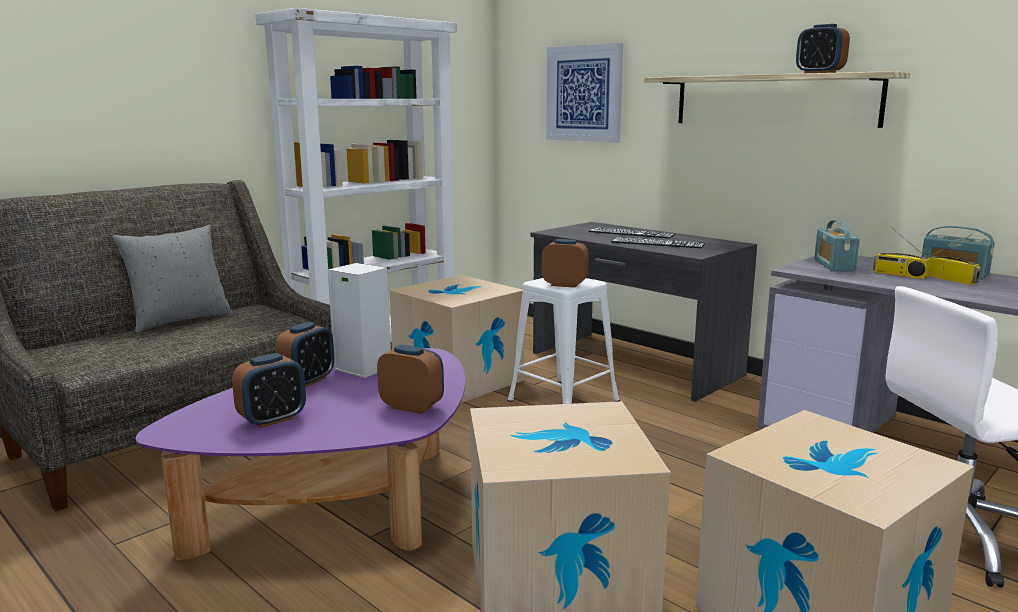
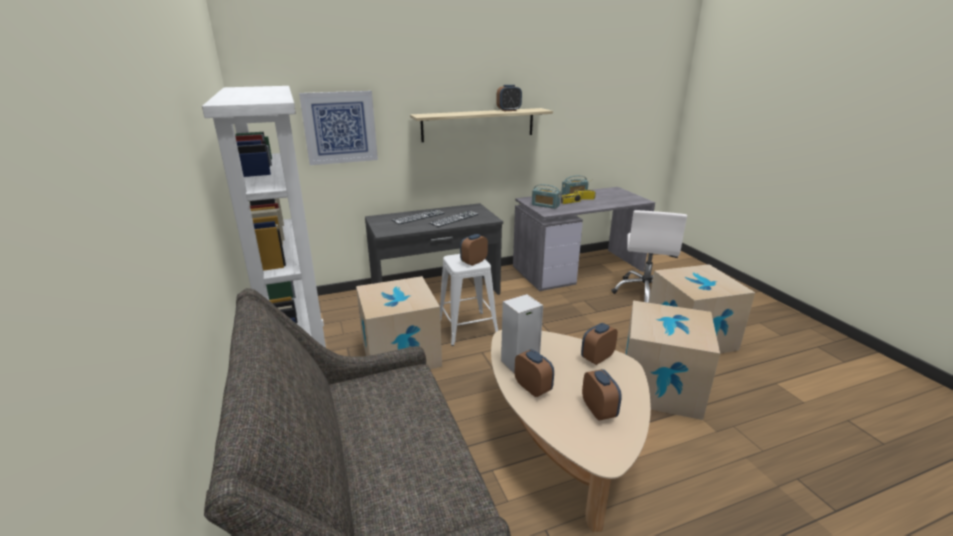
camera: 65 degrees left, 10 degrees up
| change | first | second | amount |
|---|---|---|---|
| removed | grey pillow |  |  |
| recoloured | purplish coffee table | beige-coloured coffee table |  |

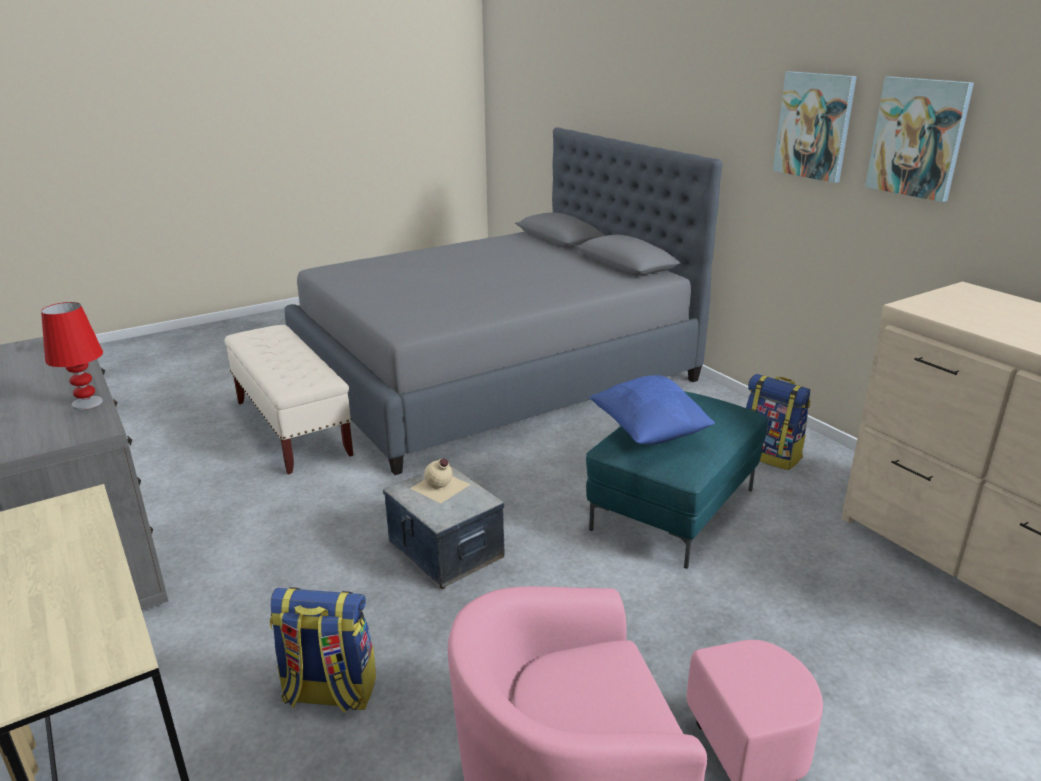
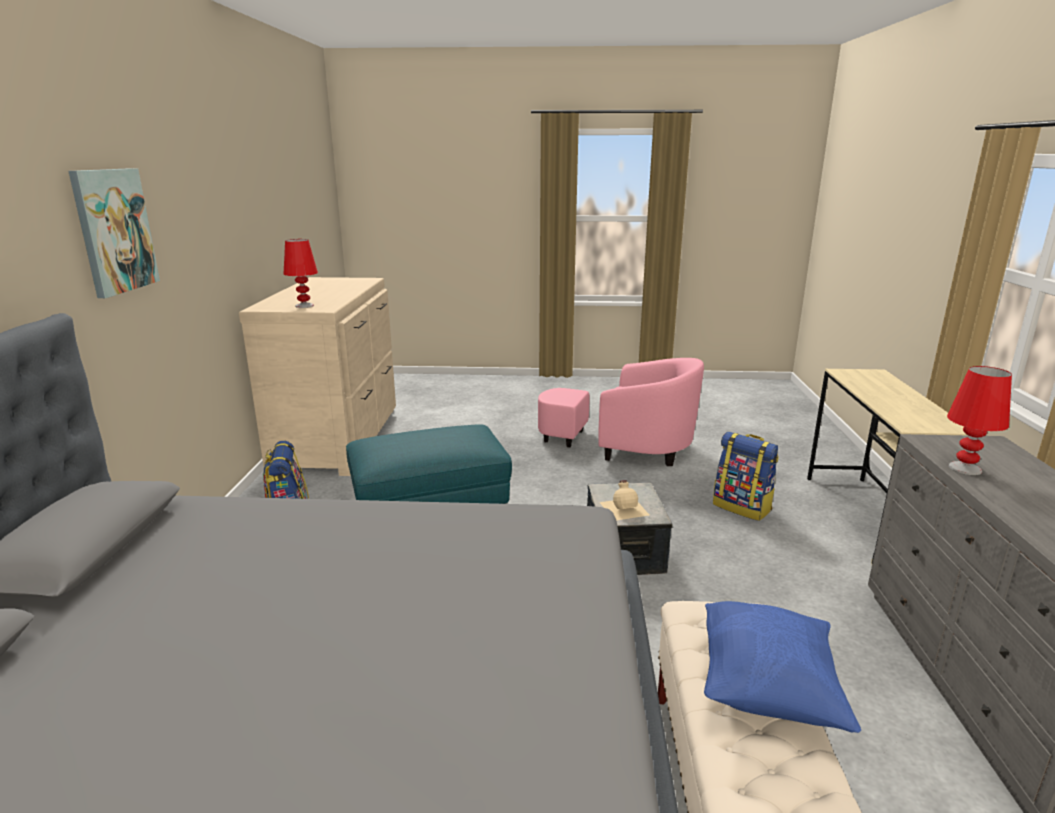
camera: 145 degrees left, 5 degrees down
| change | first | second | amount |
|---|---|---|---|
| moved | blue-coloured pillow |  |  |
| removed | picture (2nd from left) |  |  |
| added |  | reddish tabletop lamp (1st from left) |  |

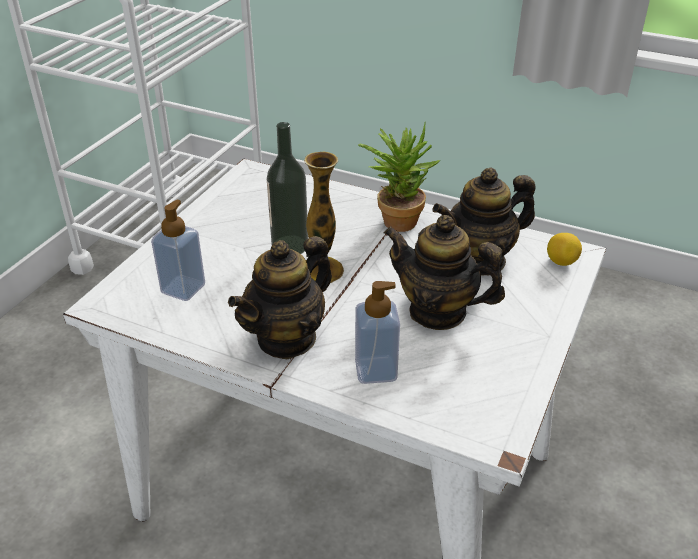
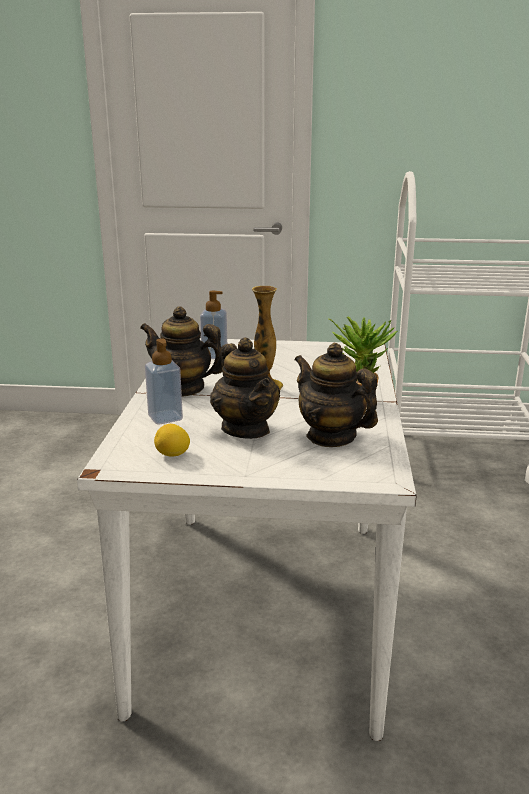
camera: 70 degrees right, 15 degrees down
| change | first | second | amount |
|---|---|---|---|
| removed | beverage bottle |  |  |
| turned | teapot (2nd from left) |  | 150 degrees clockwise |
| moved | lemon |  |  |

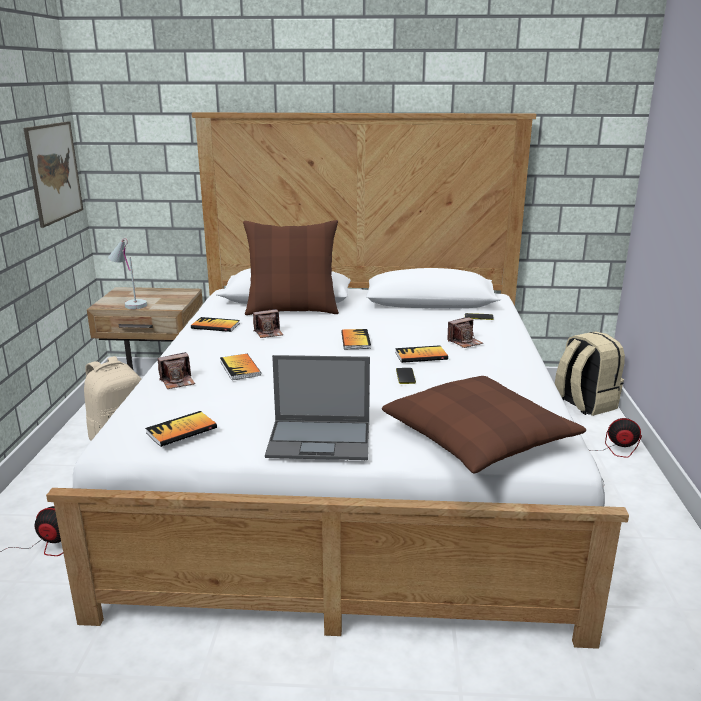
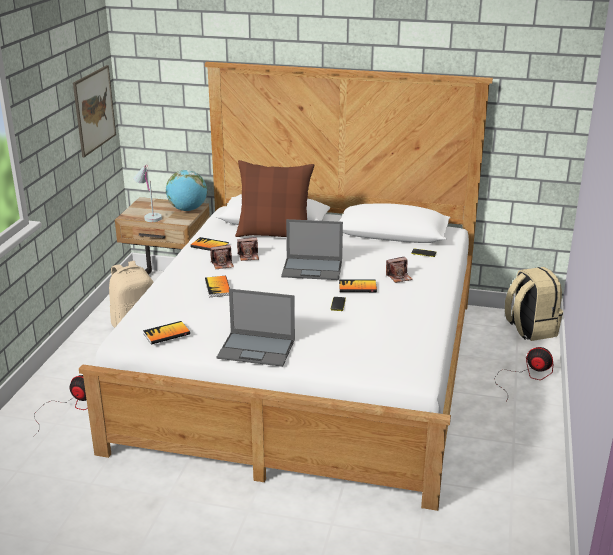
camera: 10 degrees right, 5 degrees up
| change | first | second | amount |
|---|---|---|---|
| moved | photo camera (1st from left) |  |  |
| replaced | bound book (4th from left) | notebook computer (2nd from left) |  |
| removed | brownish pillow (2nd from left) |  |  |
| added |  | desk globe |  |

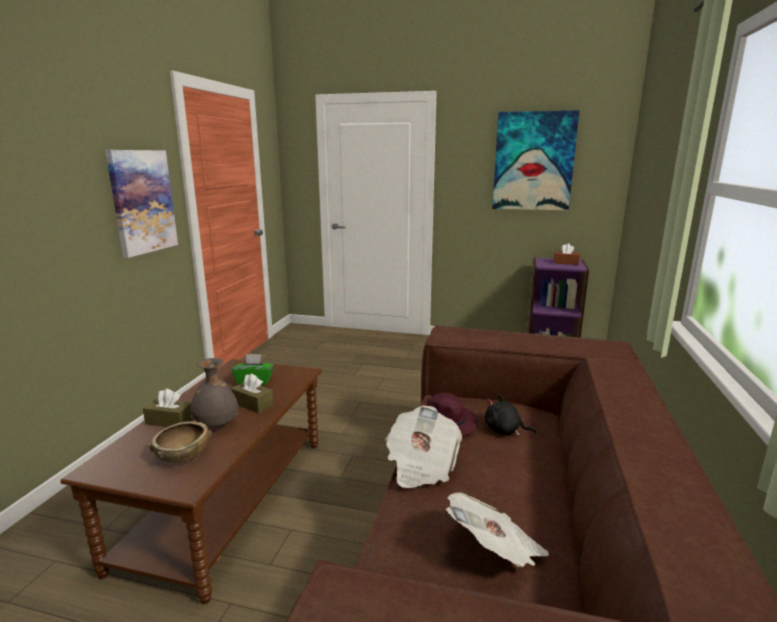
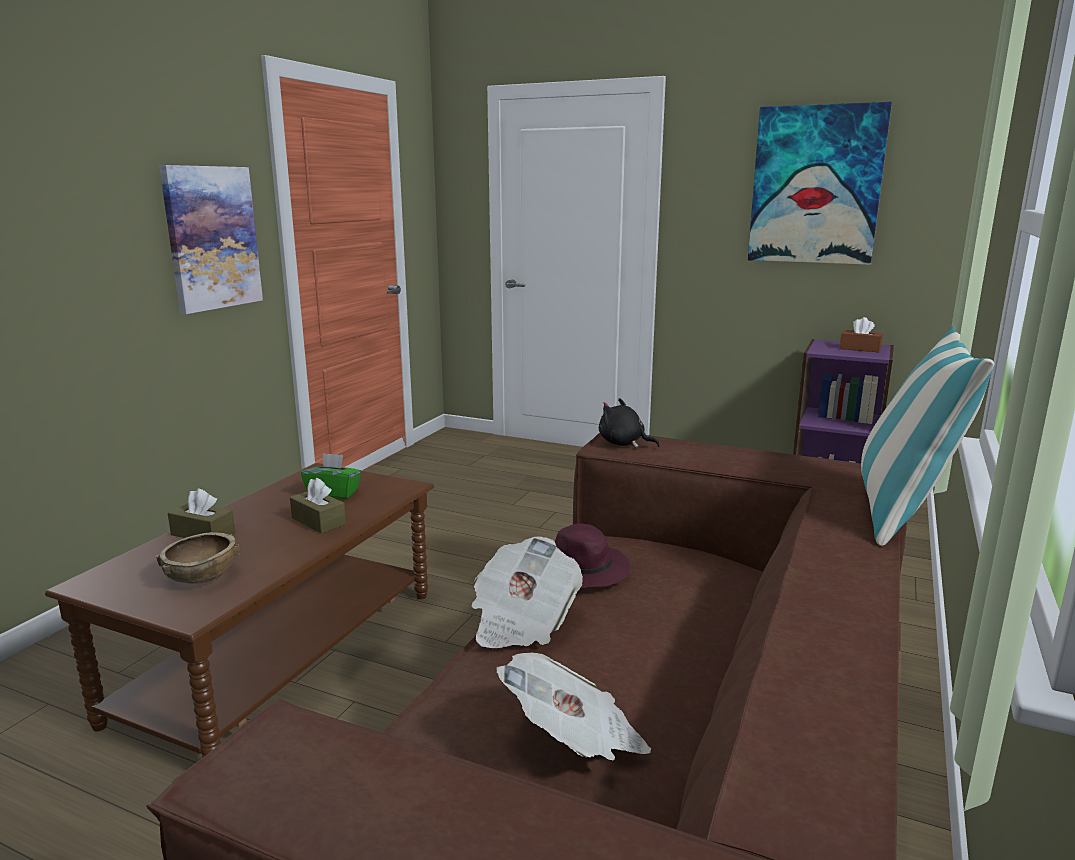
camera: 10 degrees right, 0 degrees up
| change | first | second | amount |
|---|---|---|---|
| removed | grey decorative vase |  |  |
| moved | black soft toy |  |  |
| added |  | pillow |  |

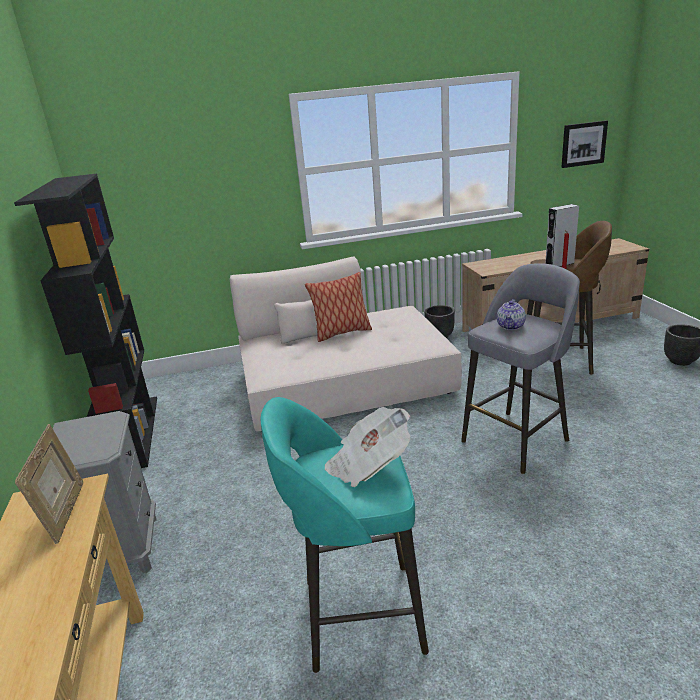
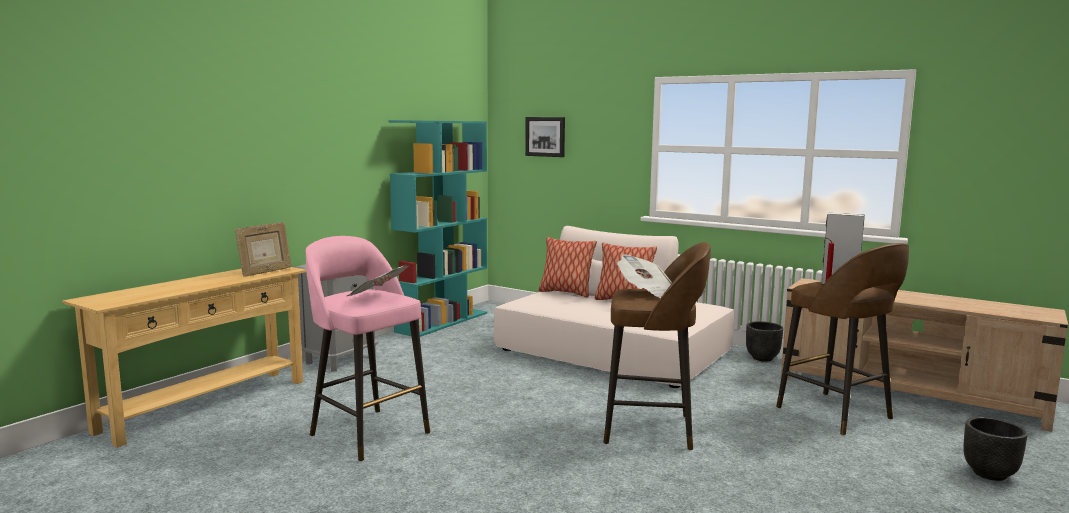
camera: 45 degrees right, 15 degrees down
| change | first | second | amount |
|---|---|---|---|
| recoloured | black bookcase | turquoise-coloured bookcase |  |
| recoloured | turquoise-coloured sitting stool | pink sitting stool |  |
| recoloured | grey sitting stool | brownish sitting stool (1st from left) |  |
| replaced | teapot | printed paper (2nd from left) |  |
| moved | picture |  |  |
| added |  | pillow (1st from left) |  |

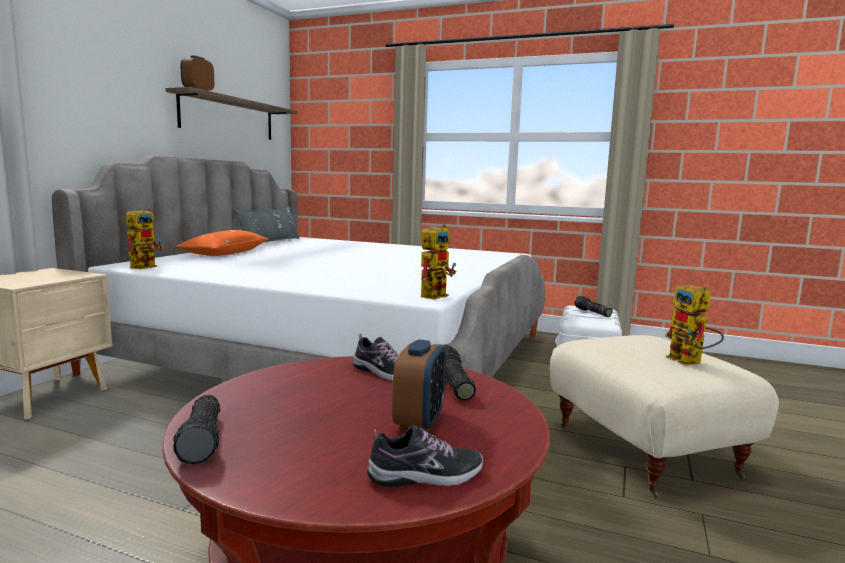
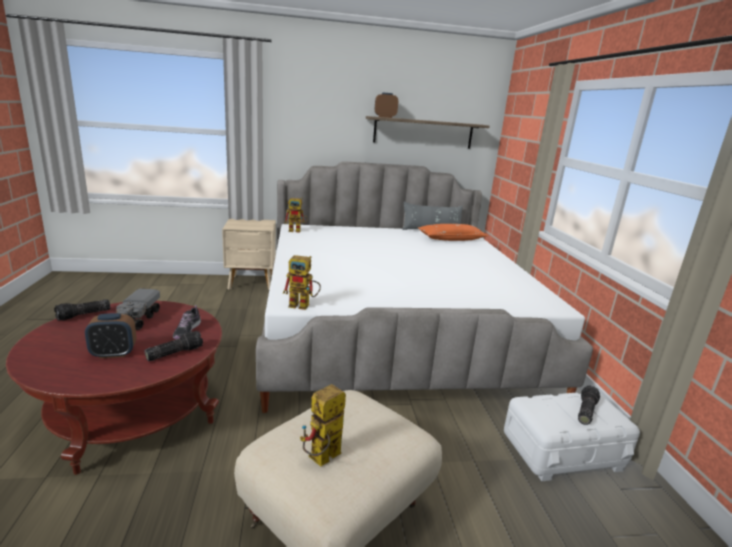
camera: 60 degrees right, 10 degrees up
| change | first | second | amount |
|---|---|---|---|
| moved | orangey pillow |  |  |
| removed | item of footwear (2nd from left) |  |  |
| added |  | model truck |  |

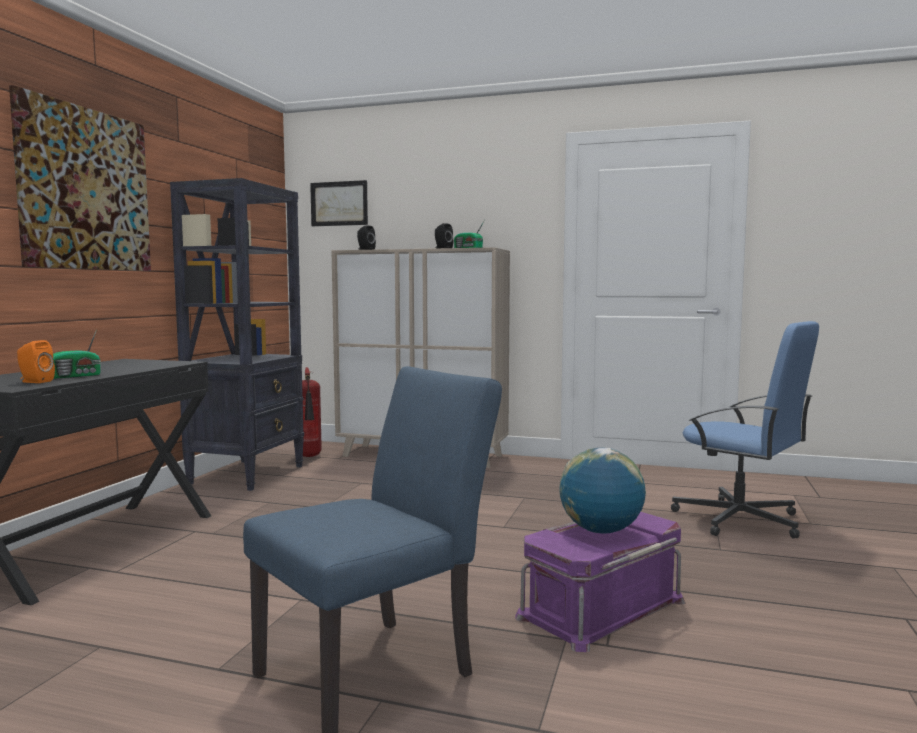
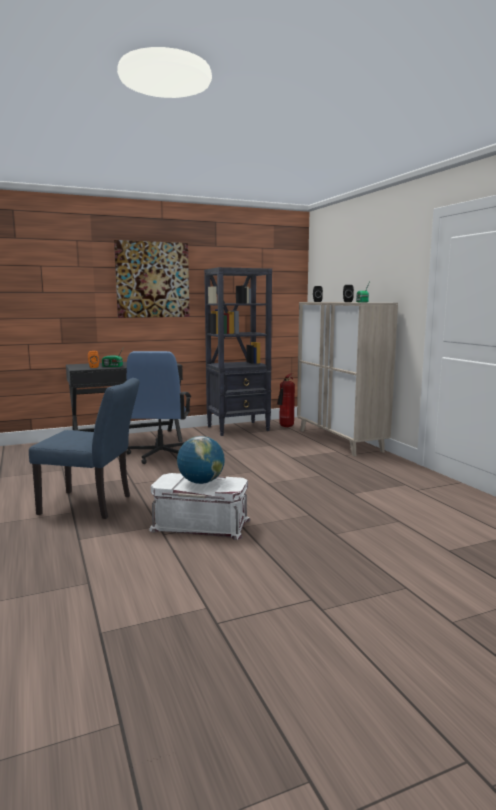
camera: 50 degrees right, 5 degrees up
| change | first | second | amount |
|---|---|---|---|
| removed | picture (2nd from left) |  |  |
| recoloured | purplish storage bin | white-coloured storage bin |  |
| moved | blue-coloured computer chair |  |  |

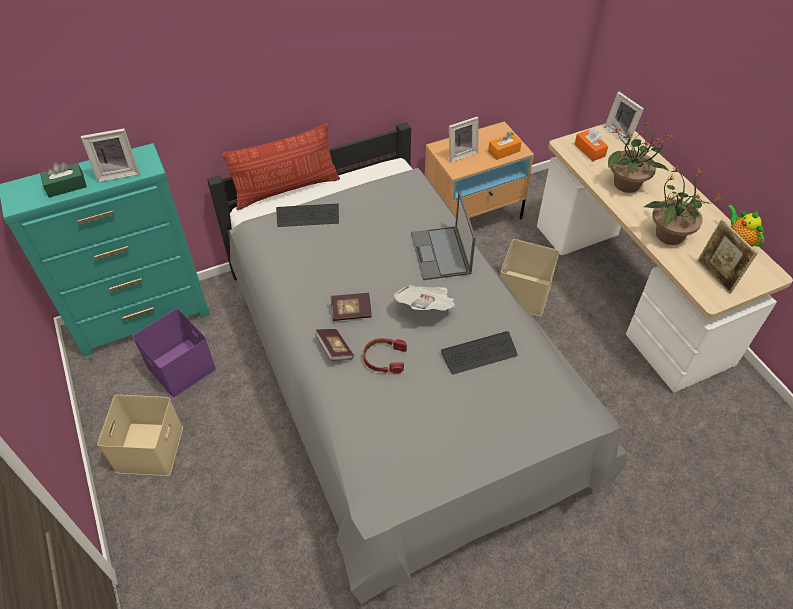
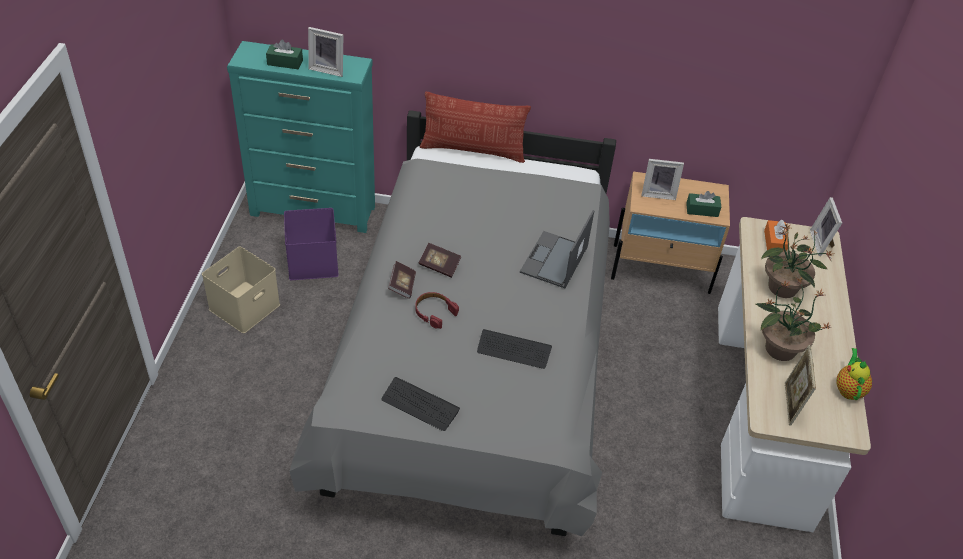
camera: 30 degrees right, 5 degrees down
| change | first | second | amount |
|---|---|---|---|
| moved | PC keyboard (1st from left) |  |  |
| removed | printed paper |  |  |
| recoloured | orangey box of tissues (1st from left) | greenish box of tissues (2nd from left) |  |
| removed | beige-coloured storage bin (2nd from left) |  |  |

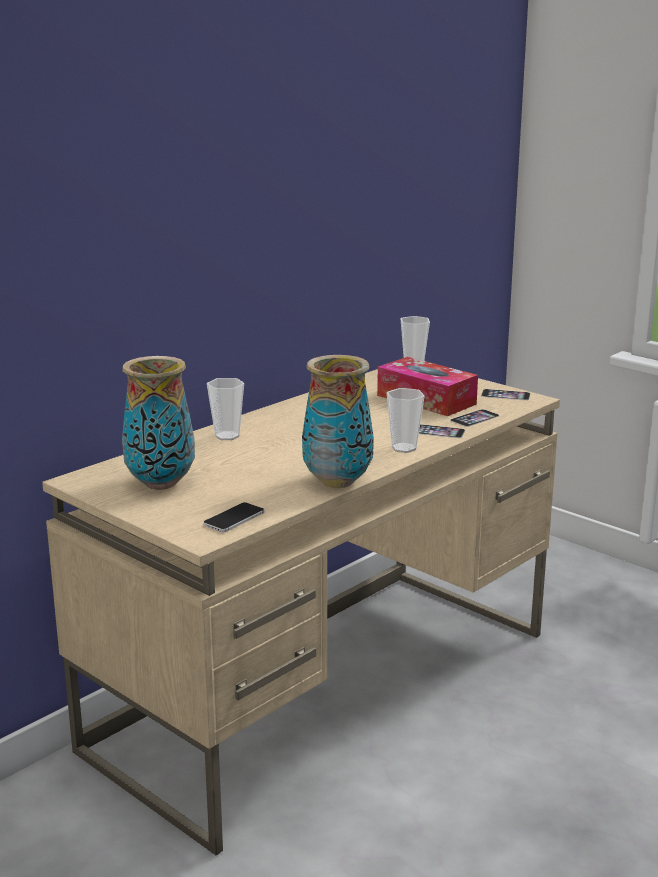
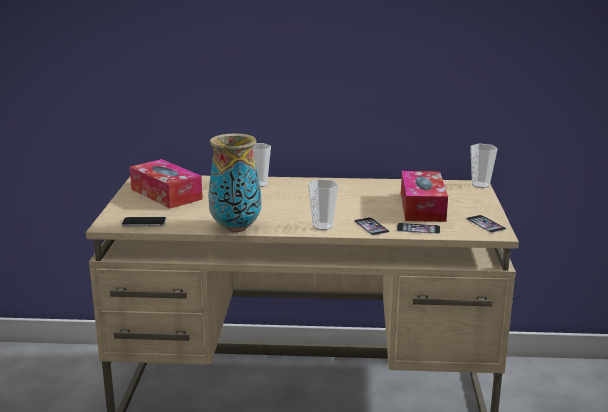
camera: 50 degrees right, 0 degrees up
| change | first | second | amount |
|---|---|---|---|
| replaced | decorative vase (1st from left) | box of tissues (1st from left) |  |

